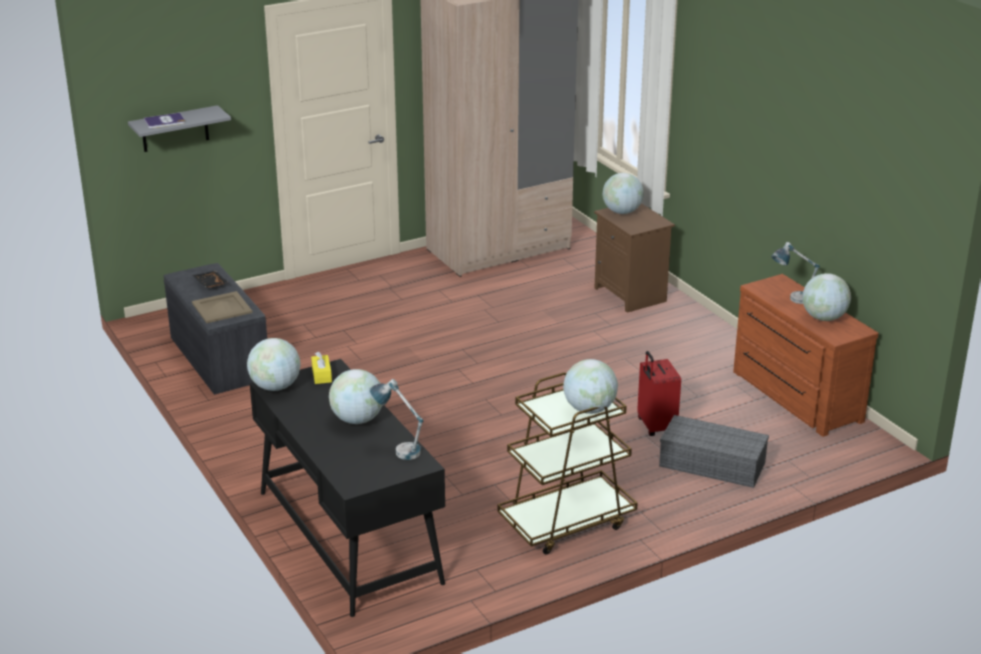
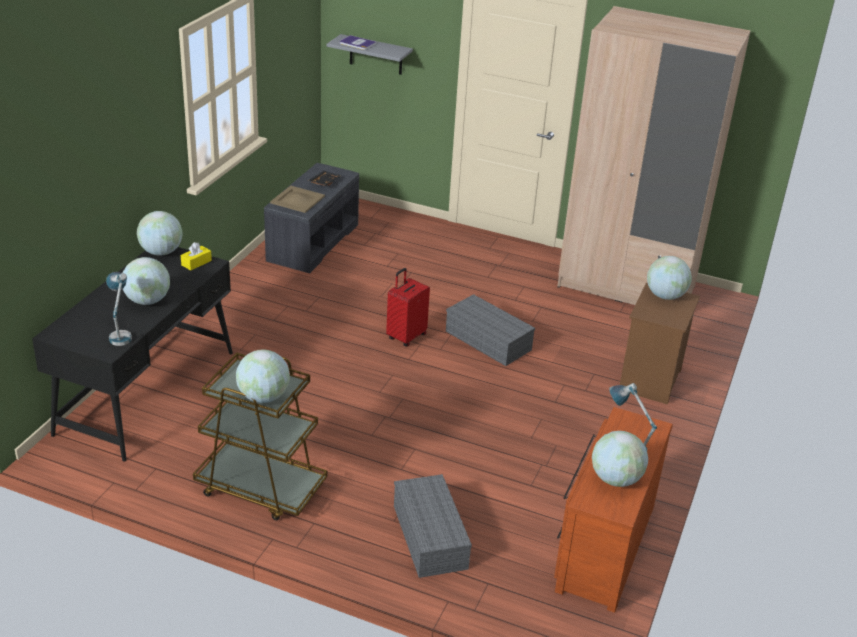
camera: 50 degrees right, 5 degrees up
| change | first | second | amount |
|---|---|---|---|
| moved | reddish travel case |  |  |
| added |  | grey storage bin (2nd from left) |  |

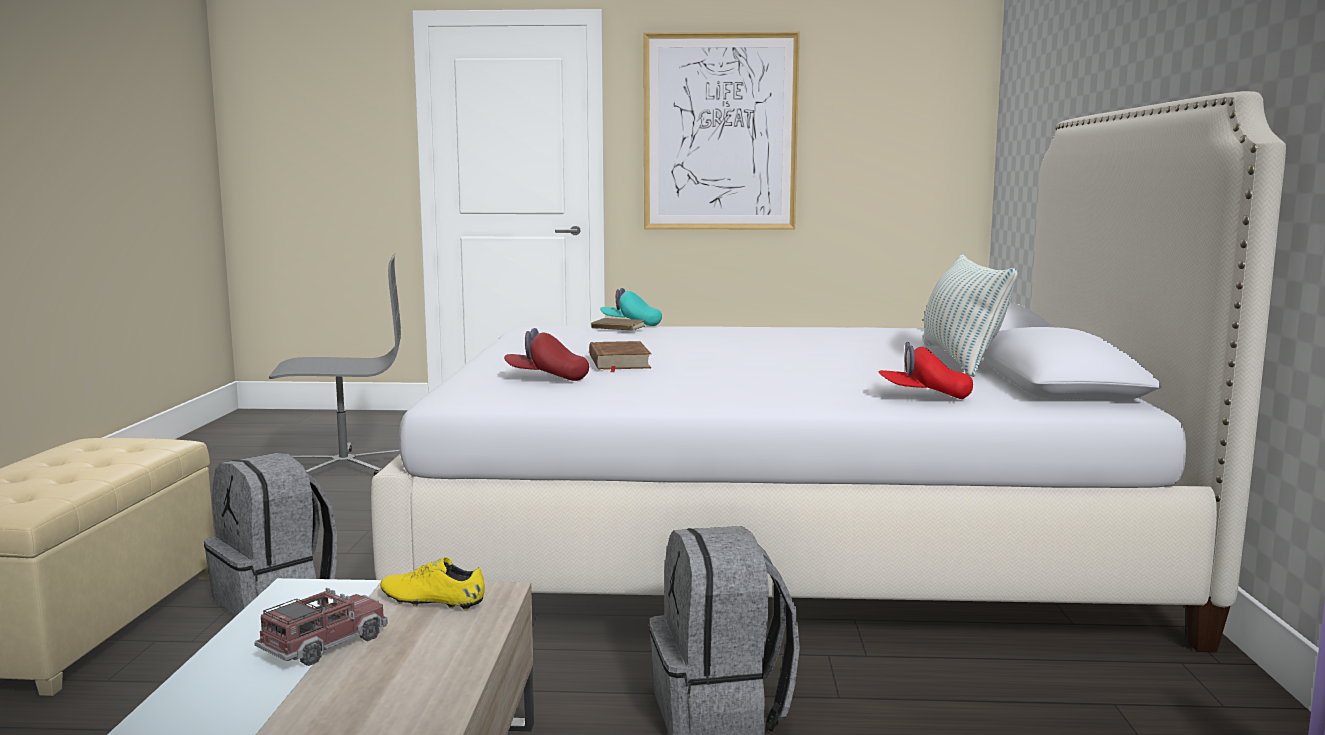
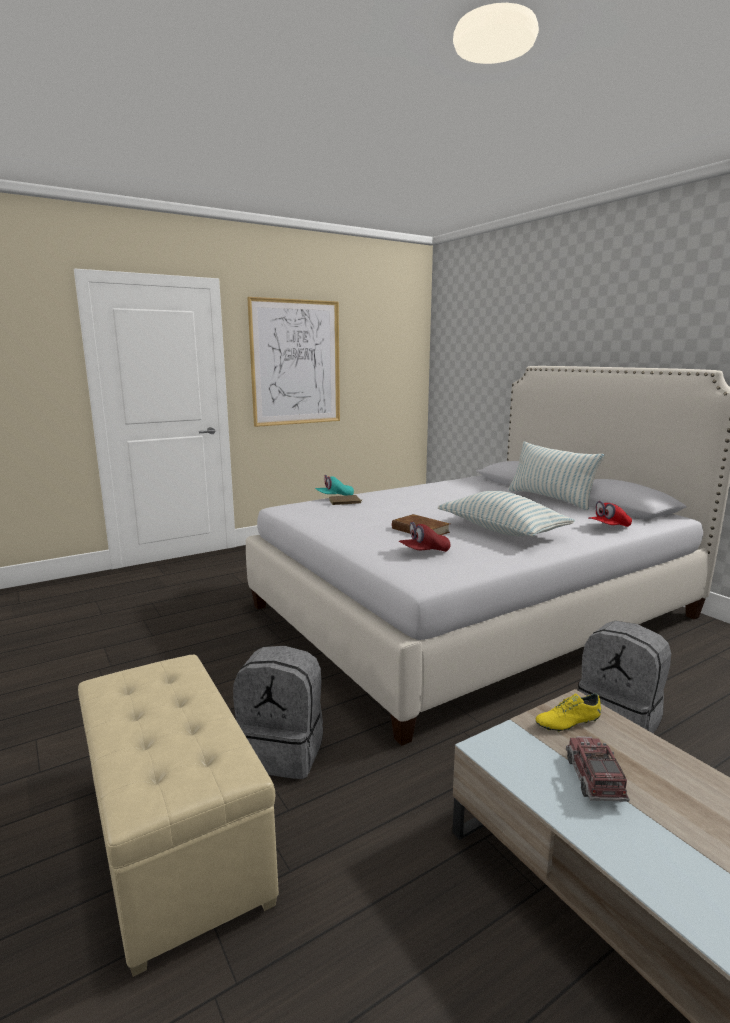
camera: 35 degrees left, 5 degrees up
| change | first | second | amount |
|---|---|---|---|
| removed | grey computer chair |  |  |
| added |  | pillow (1st from left) |  |

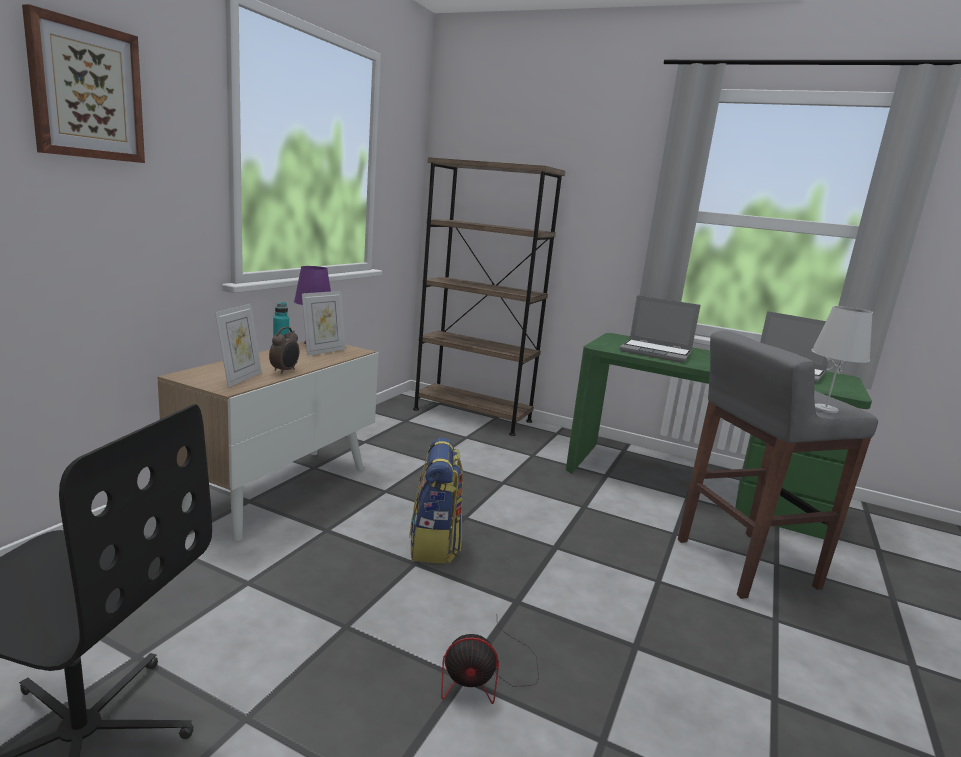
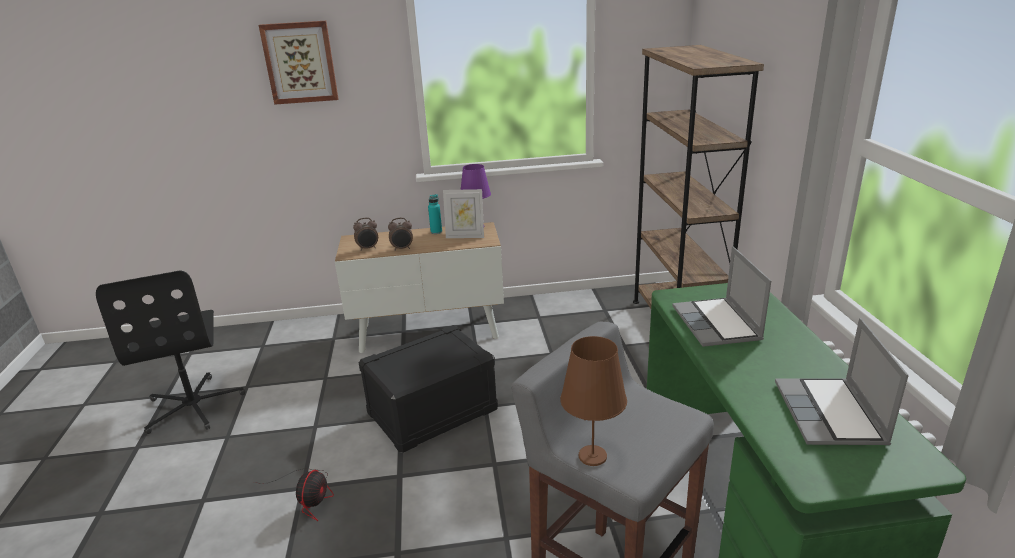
camera: 60 degrees right, 10 degrees up
| change | first | second | amount |
|---|---|---|---|
| replaced | picture frame (1st from left) | table clock (1st from left) |  |
| replaced | knapsack | black storage bin |  |
| turned | cooling fan |  | 135 degrees counterclockwise |
| recoloured | white-coloured tabletop lamp | brownish tabletop lamp |  |

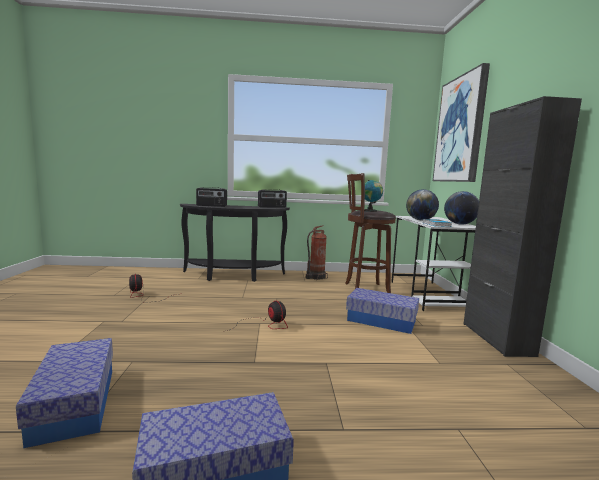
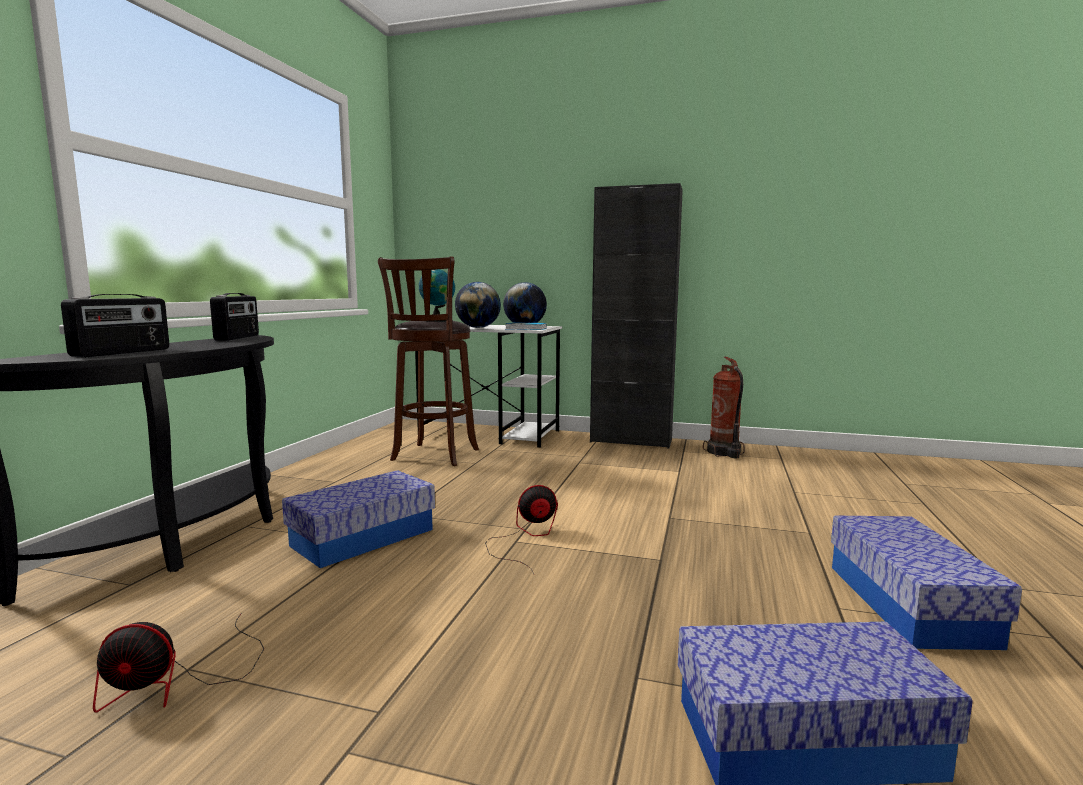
camera: 70 degrees left, 0 degrees up
| change | first | second | amount |
|---|---|---|---|
| moved | extinguisher |  |  |
| moved | storage bin (3rd from left in the first image) | storage bin (1st from left) |  |
| removed | picture |  |  |

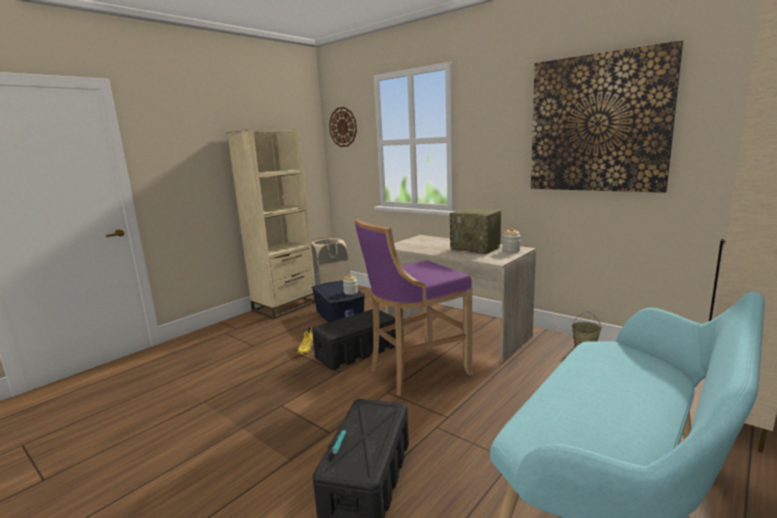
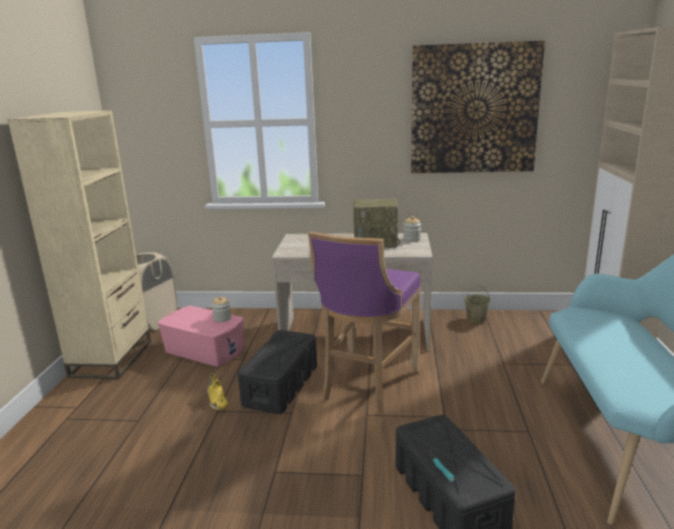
camera: 35 degrees left, 5 degrees up
| change | first | second | amount |
|---|---|---|---|
| recoloured | blue-coloured storage bin | pink storage bin |  |
| removed | clock on the wall |  |  |

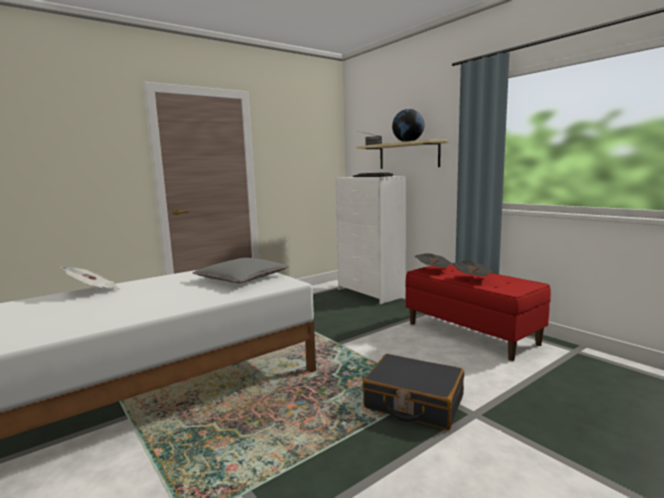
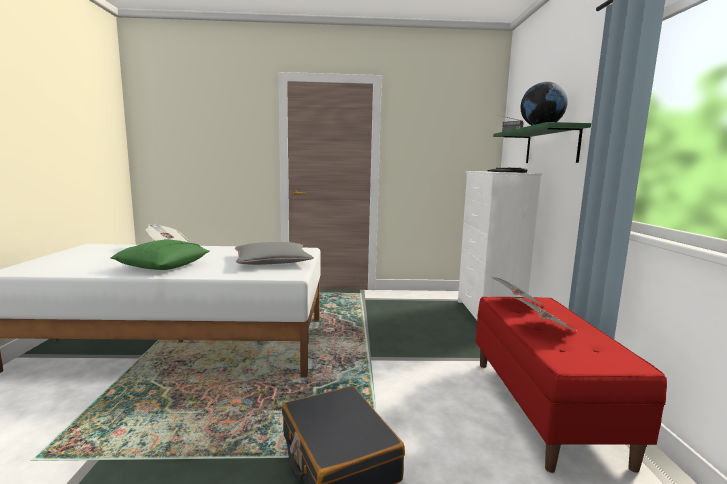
camera: 35 degrees right, 0 degrees up
| change | first | second | amount |
|---|---|---|---|
| recoloured | beige-coloured shelf | greenish shelf |  |
| added |  | greenish pillow |  |

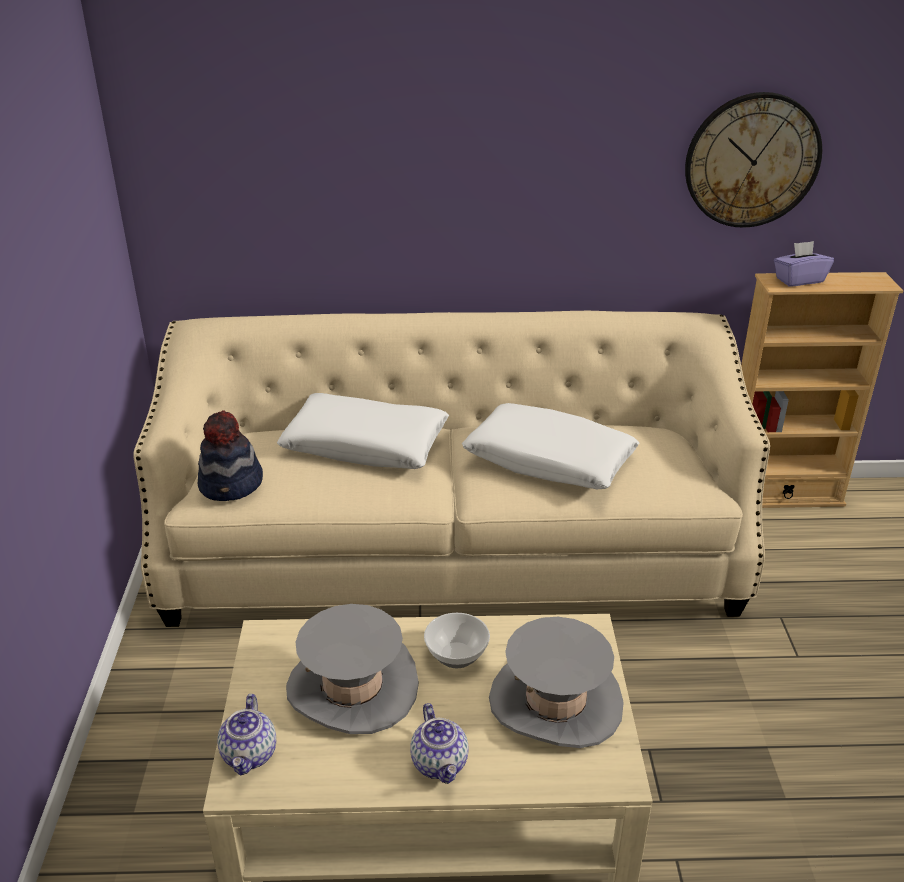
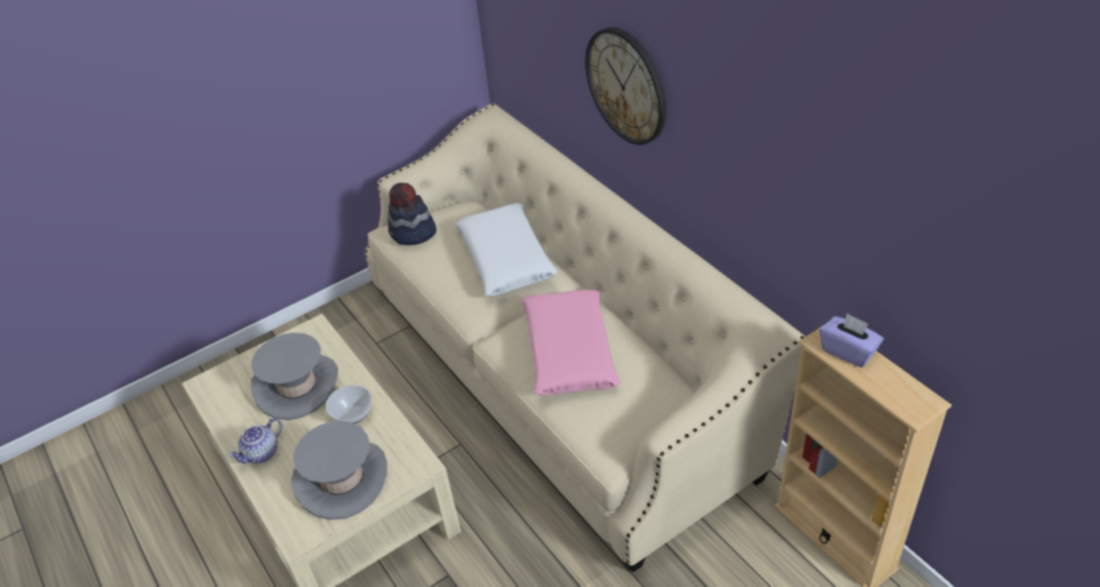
camera: 60 degrees right, 10 degrees up
| change | first | second | amount |
|---|---|---|---|
| removed | teapot (1st from left) |  |  |
| recoloured | white-coloured pillow (2nd from left) | pink pillow |  |
| moved | clock on the wall |  |  |

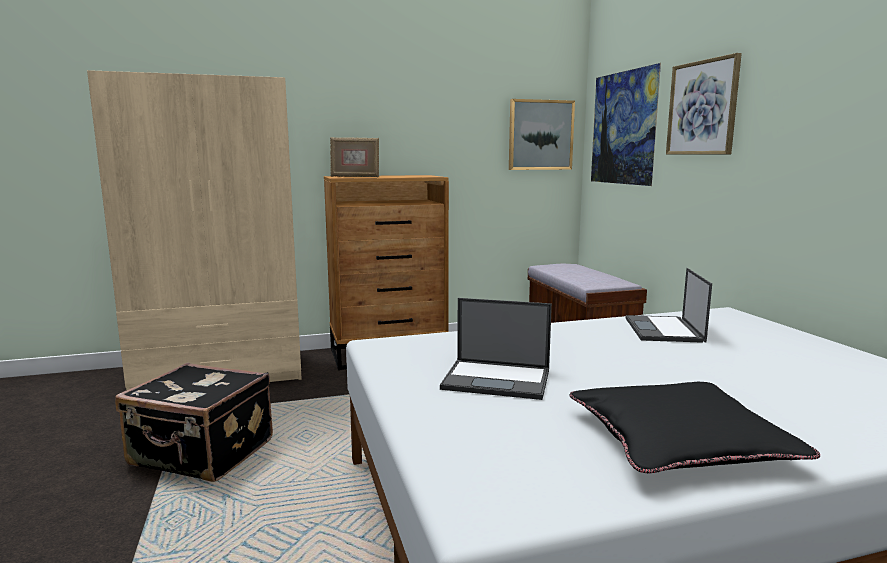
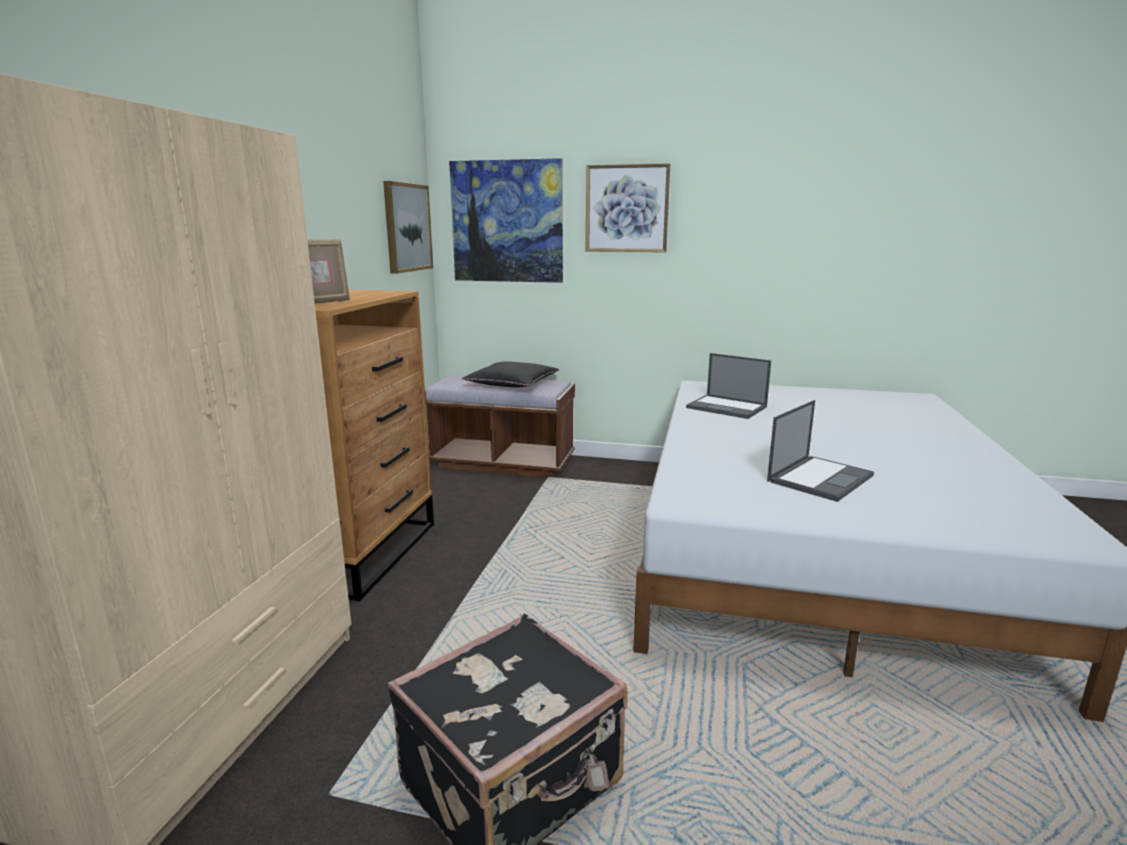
camera: 60 degrees left, 5 degrees up
| change | first | second | amount |
|---|---|---|---|
| moved | black pillow |  |  |

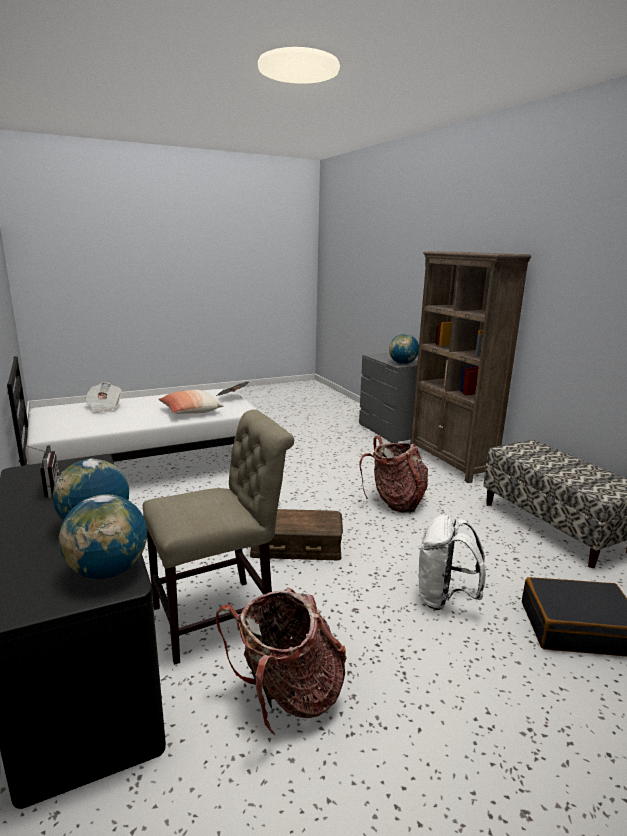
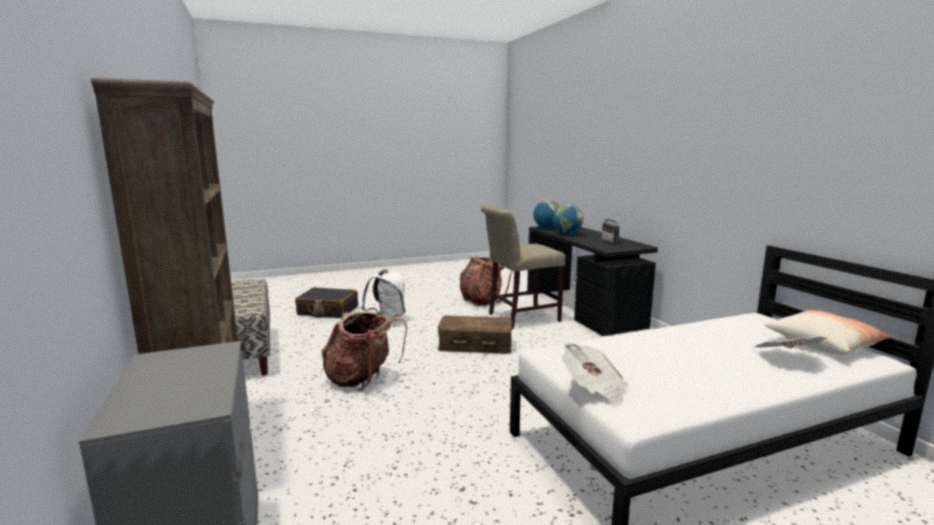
camera: 175 degrees left, 5 degrees down
| change | first | second | amount |
|---|---|---|---|
| moved | pillow |  |  |
| removed | desk globe (3rd from left) |  |  |

